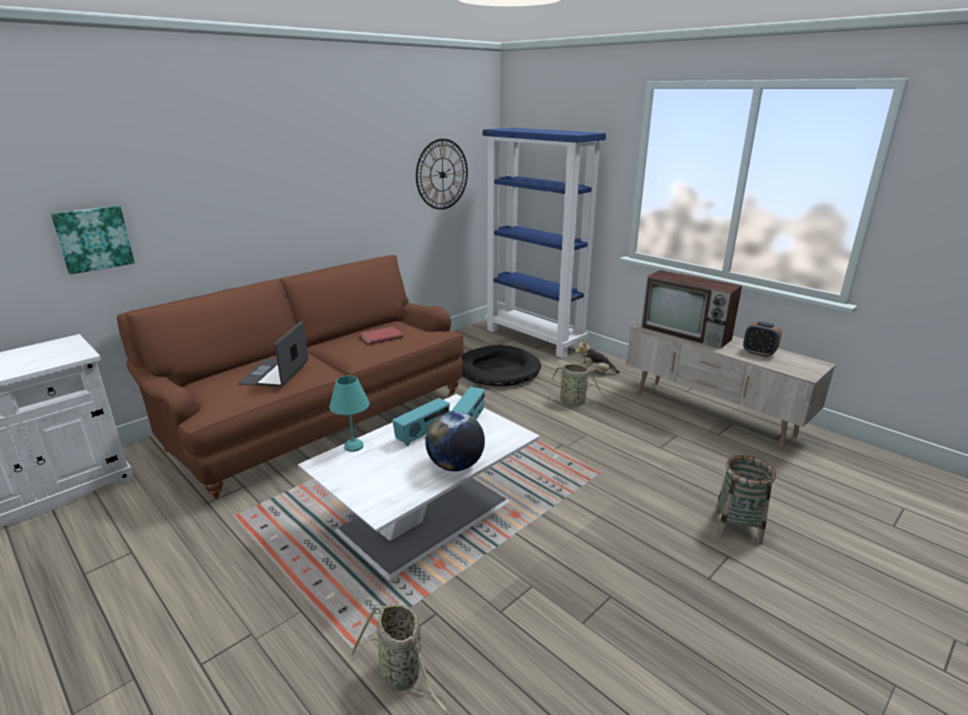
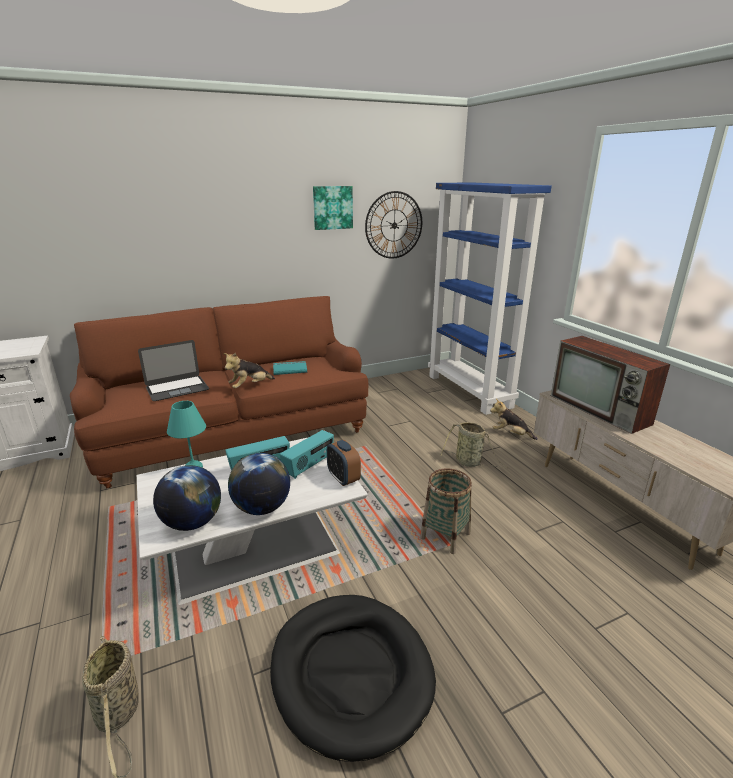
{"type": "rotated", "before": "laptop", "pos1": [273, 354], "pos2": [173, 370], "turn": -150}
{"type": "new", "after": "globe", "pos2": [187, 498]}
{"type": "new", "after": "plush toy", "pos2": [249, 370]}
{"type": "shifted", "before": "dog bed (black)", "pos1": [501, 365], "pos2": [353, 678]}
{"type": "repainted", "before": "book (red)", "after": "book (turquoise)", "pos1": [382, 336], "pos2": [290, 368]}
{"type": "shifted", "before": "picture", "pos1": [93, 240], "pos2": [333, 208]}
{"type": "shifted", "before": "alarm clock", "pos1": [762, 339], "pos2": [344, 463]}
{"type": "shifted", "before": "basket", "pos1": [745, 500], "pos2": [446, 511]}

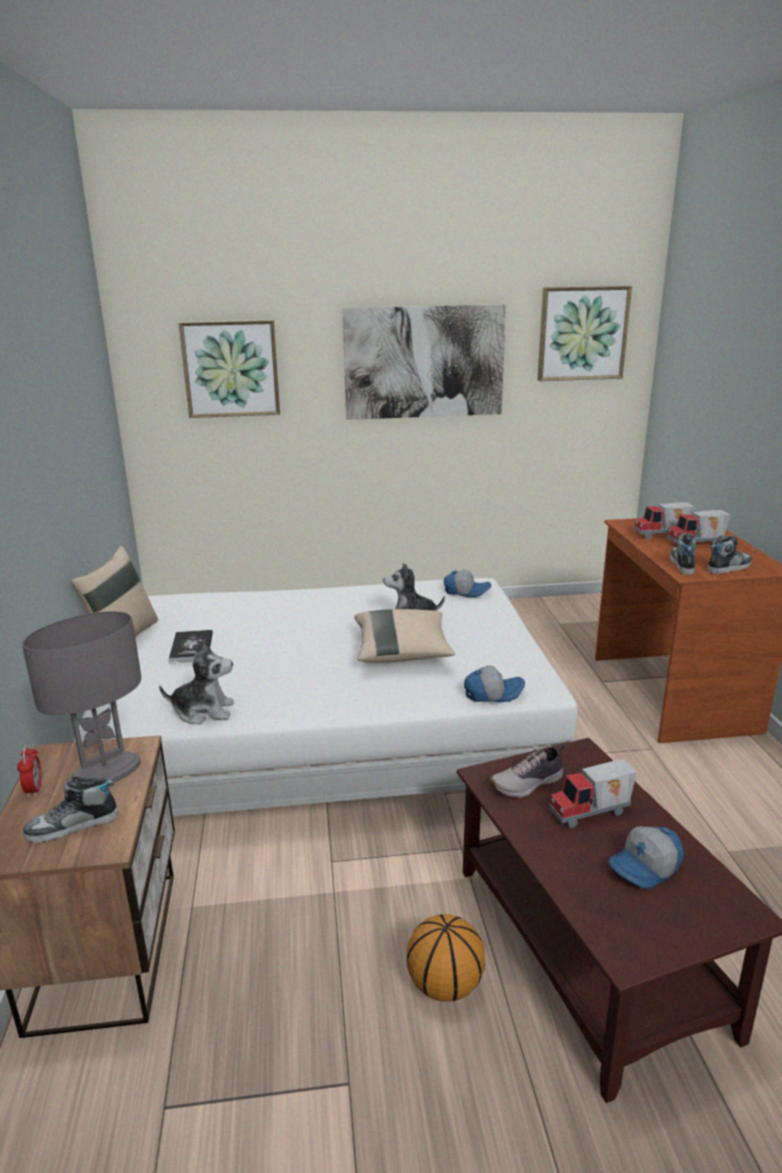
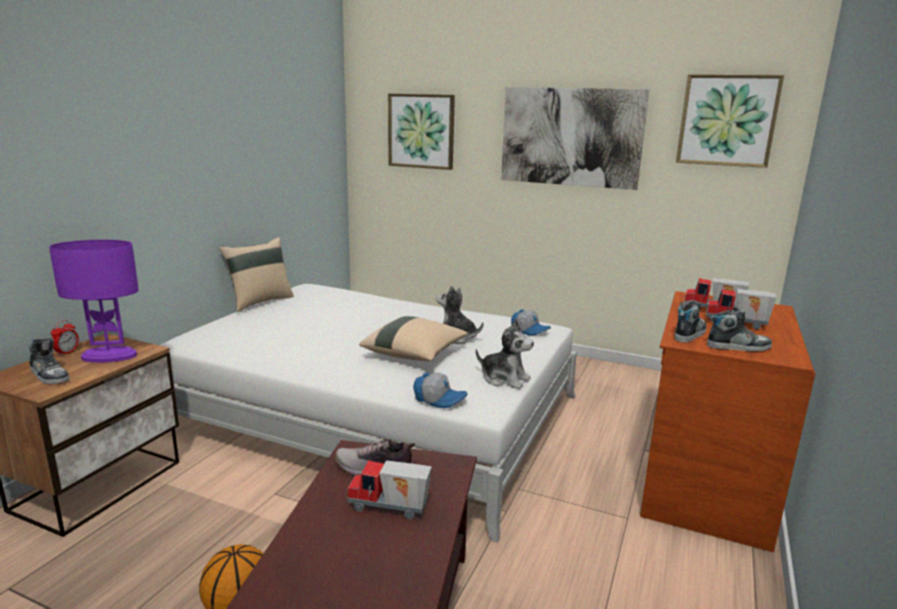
{"type": "rotated", "before": "shoe", "pos1": [70, 809], "pos2": [49, 361], "turn": -150}
{"type": "repainted", "before": "table lamp (grey)", "after": "table lamp (purple)", "pos1": [81, 697], "pos2": [93, 301]}
{"type": "shifted", "before": "plush toy", "pos1": [196, 681], "pos2": [505, 354]}
{"type": "gone", "before": "book", "pos1": [191, 646]}
{"type": "gone", "before": "cap", "pos1": [646, 857]}

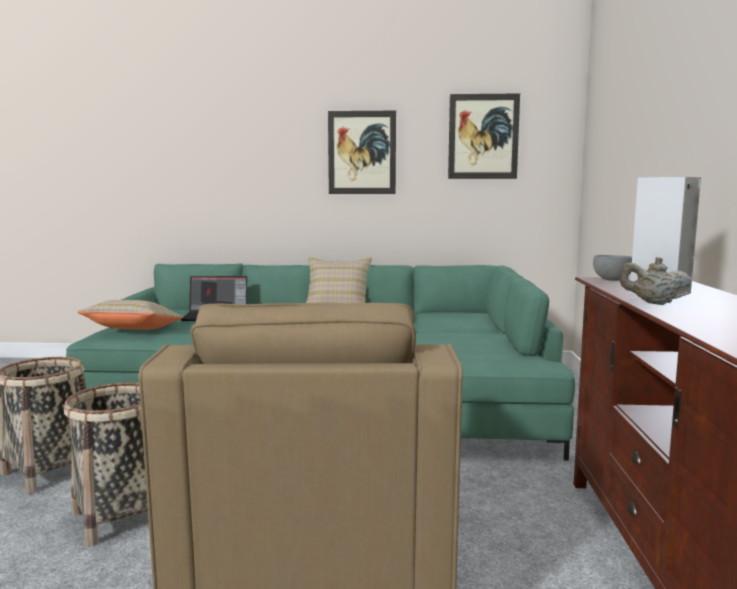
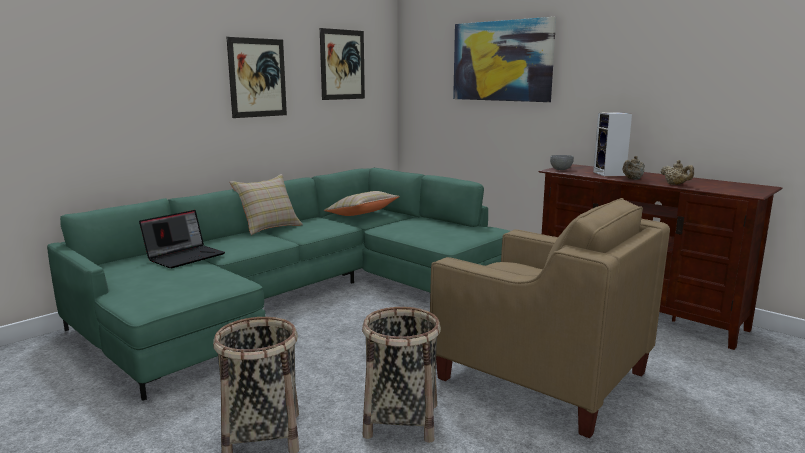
{"type": "shifted", "before": "pillow (beige)", "pos1": [130, 315], "pos2": [362, 203]}
{"type": "new", "after": "picture", "pos2": [504, 59]}
{"type": "new", "after": "teapot (beige)", "pos2": [677, 172]}

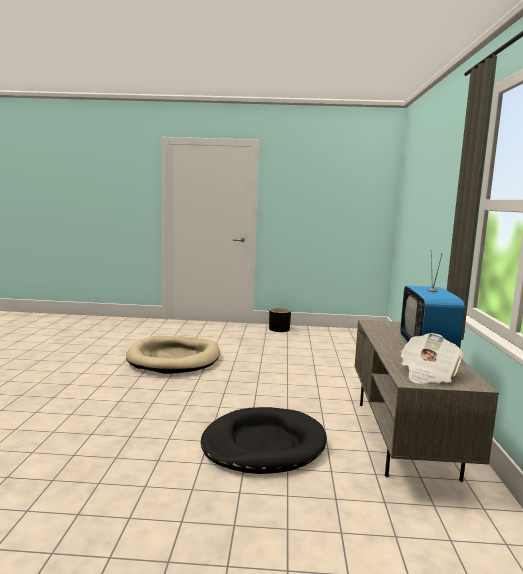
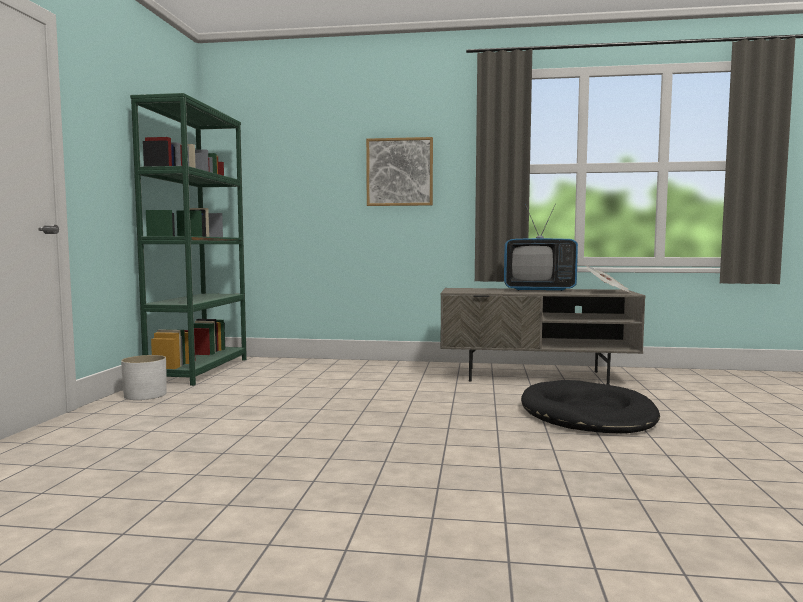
{"type": "repainted", "before": "planter (black)", "after": "planter (white)", "pos1": [280, 320], "pos2": [144, 377]}
{"type": "new", "after": "bookcase (green)", "pos2": [188, 239]}
{"type": "new", "after": "picture", "pos2": [399, 171]}
{"type": "gone", "before": "dog bed (beige)", "pos1": [173, 355]}

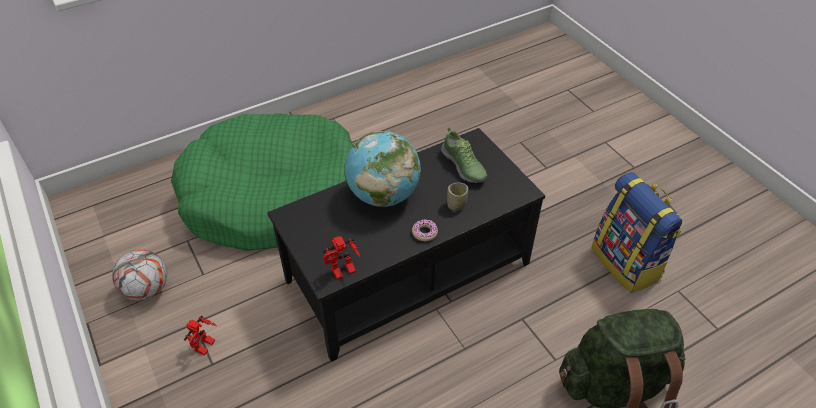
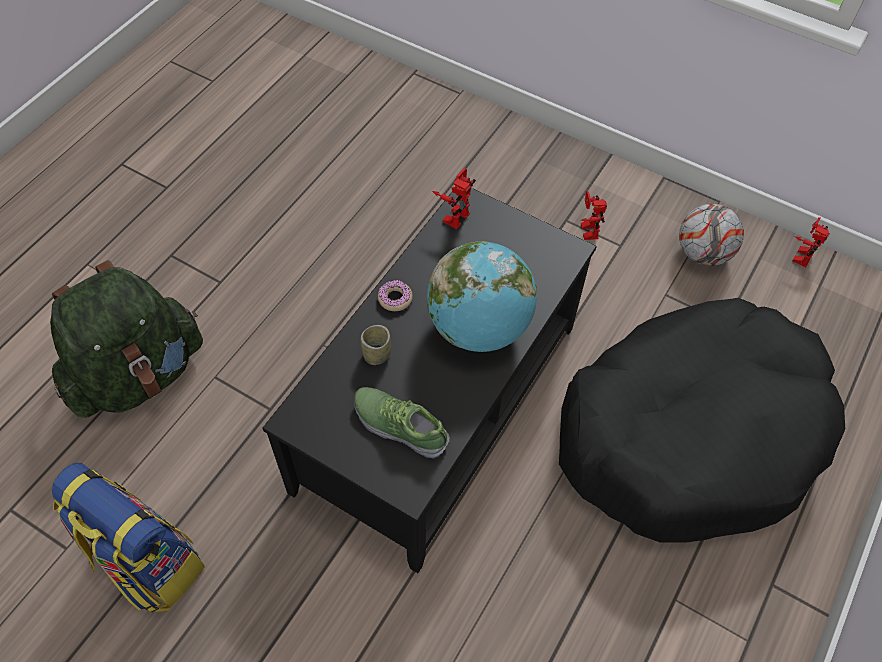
{"type": "repainted", "before": "dog bed (green)", "after": "dog bed (black)", "pos1": [262, 182], "pos2": [702, 420]}
{"type": "new", "after": "toy robot", "pos2": [811, 242]}

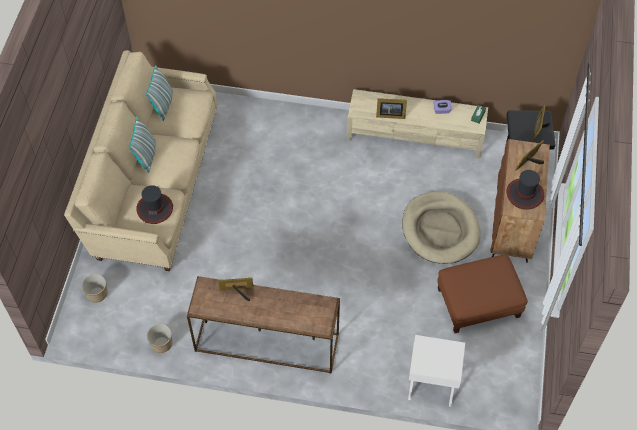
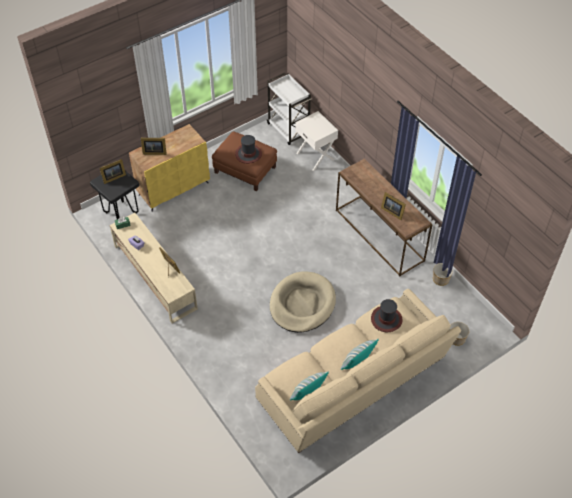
{"type": "repainted", "before": "cabinet (brown)", "after": "cabinet (yellow)", "pos1": [520, 201], "pos2": [169, 168]}
{"type": "shifted", "before": "hat", "pos1": [525, 190], "pos2": [248, 149]}
{"type": "new", "after": "cart (white)", "pos2": [289, 109]}
{"type": "shifted", "before": "dog bed (beige)", "pos1": [441, 227], "pos2": [303, 302]}

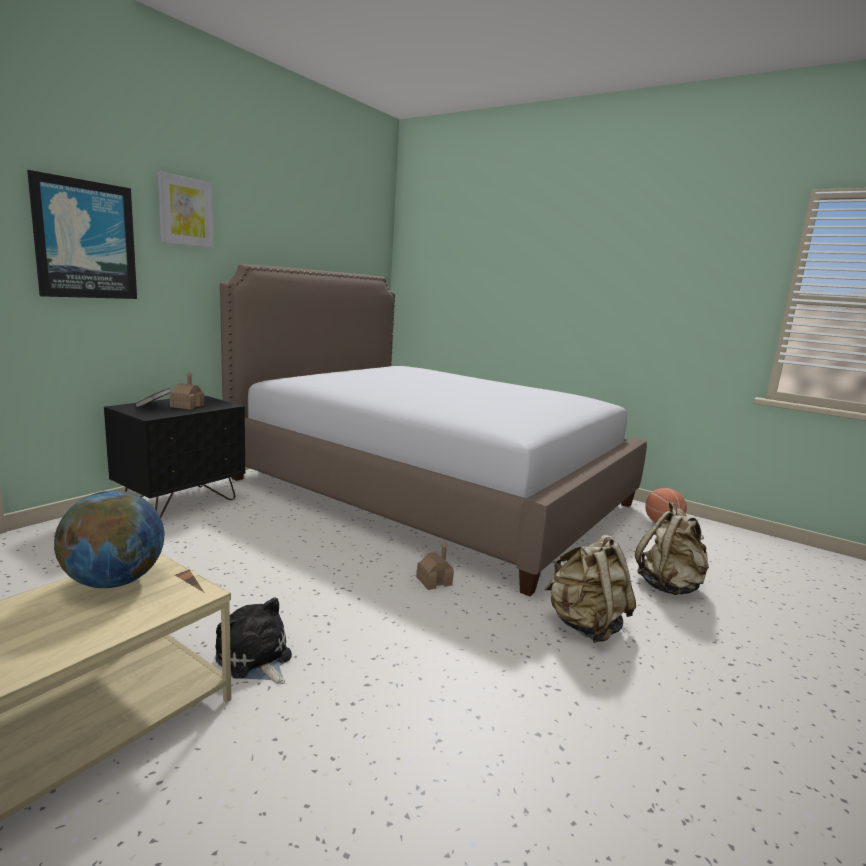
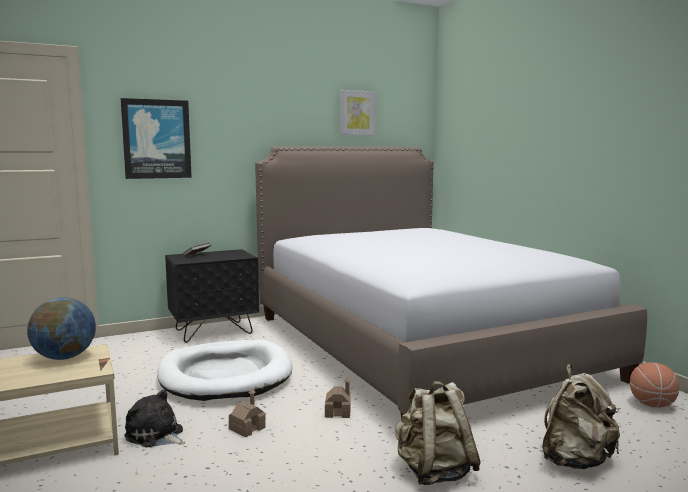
{"type": "rotated", "before": "plush toy", "pos1": [253, 640], "pos2": [155, 418], "turn": -45}
{"type": "new", "after": "dog bed (white)", "pos2": [225, 370]}
{"type": "shifted", "before": "toy house", "pos1": [187, 391], "pos2": [247, 412]}
{"type": "shifted", "before": "picture", "pos1": [186, 210], "pos2": [357, 112]}

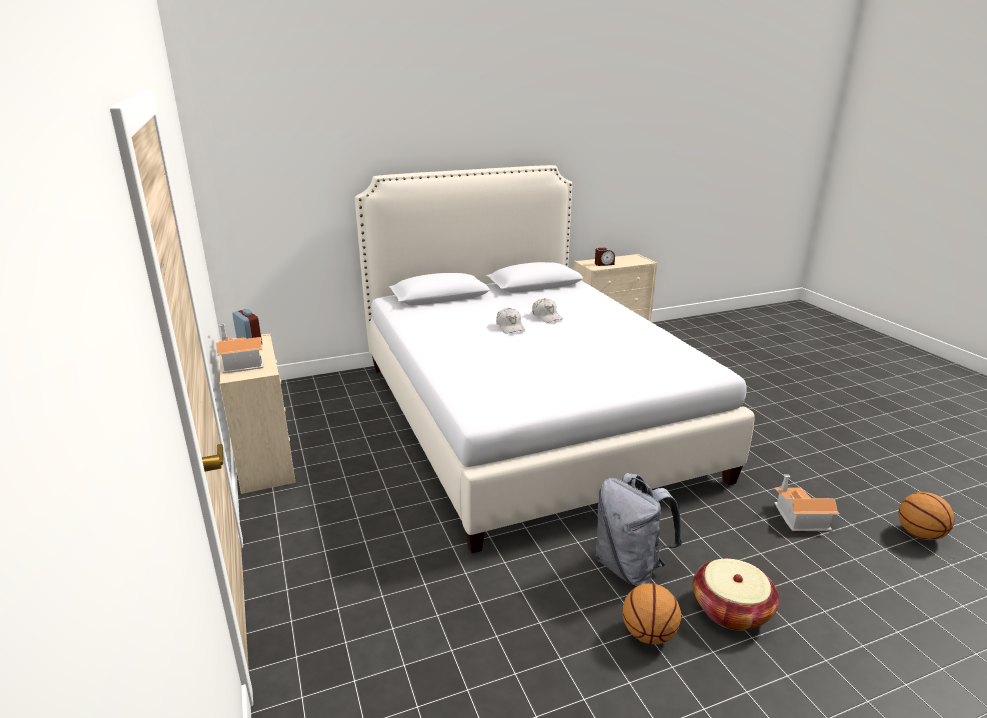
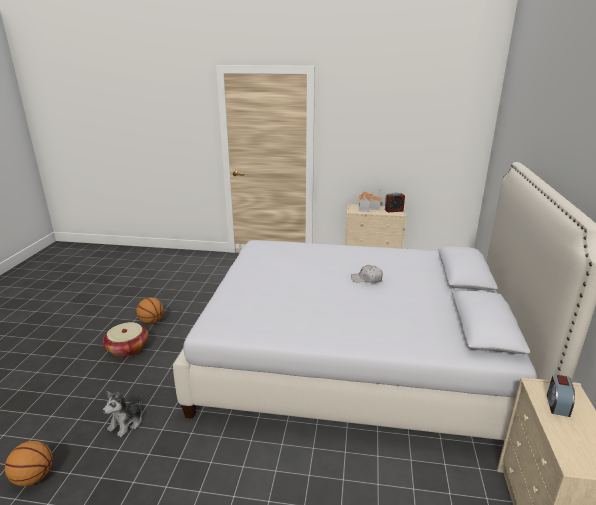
{"type": "swapped", "before": "toy house", "after": "plush toy", "pos1": [806, 502], "pos2": [122, 414]}
{"type": "gone", "before": "cap (white)", "pos1": [547, 310]}
{"type": "gone", "before": "backpack (grey)", "pos1": [638, 530]}

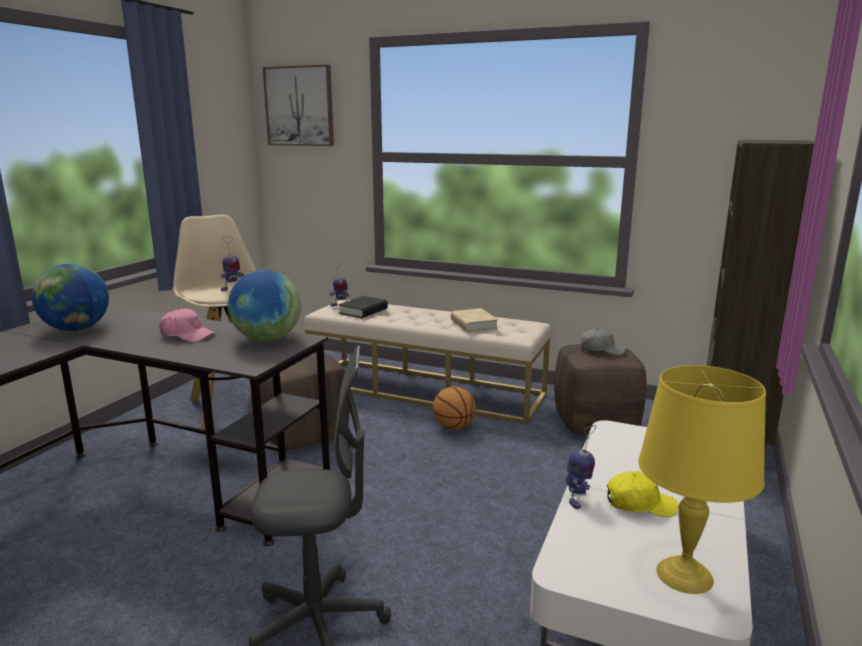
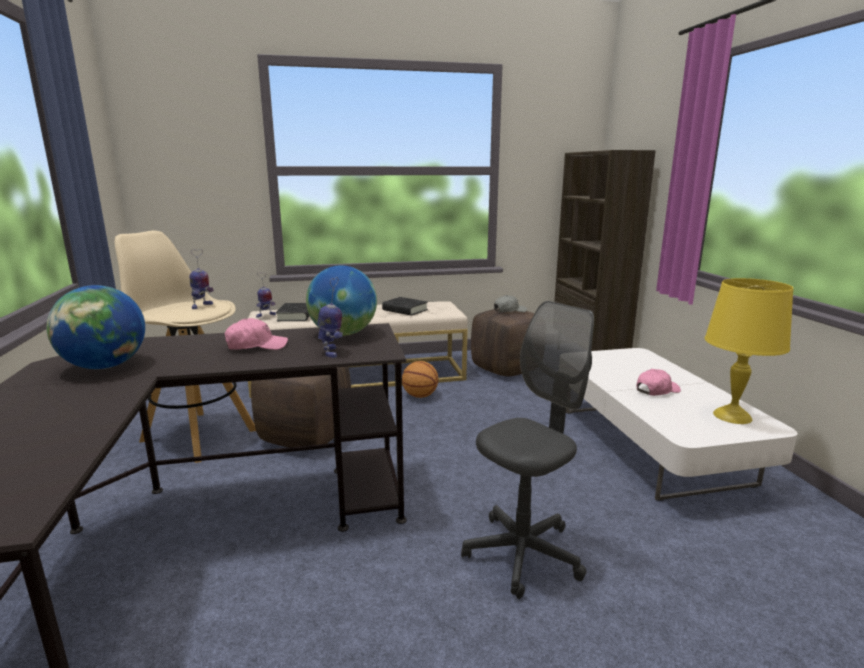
{"type": "shifted", "before": "toy robot", "pos1": [580, 467], "pos2": [330, 317]}
{"type": "repainted", "before": "book (beige)", "after": "book (black)", "pos1": [474, 320], "pos2": [405, 306]}
{"type": "repainted", "before": "cap (yellow)", "after": "cap (pink)", "pos1": [642, 494], "pos2": [658, 382]}
{"type": "gone", "before": "picture", "pos1": [298, 105]}

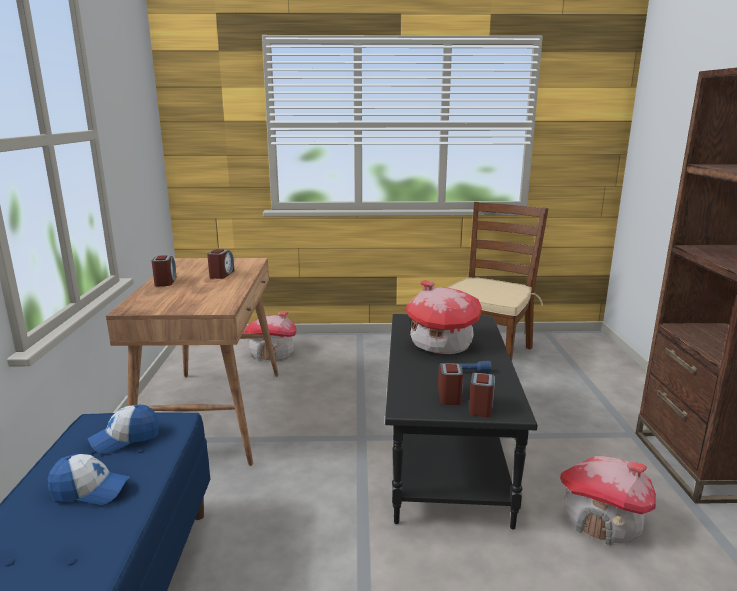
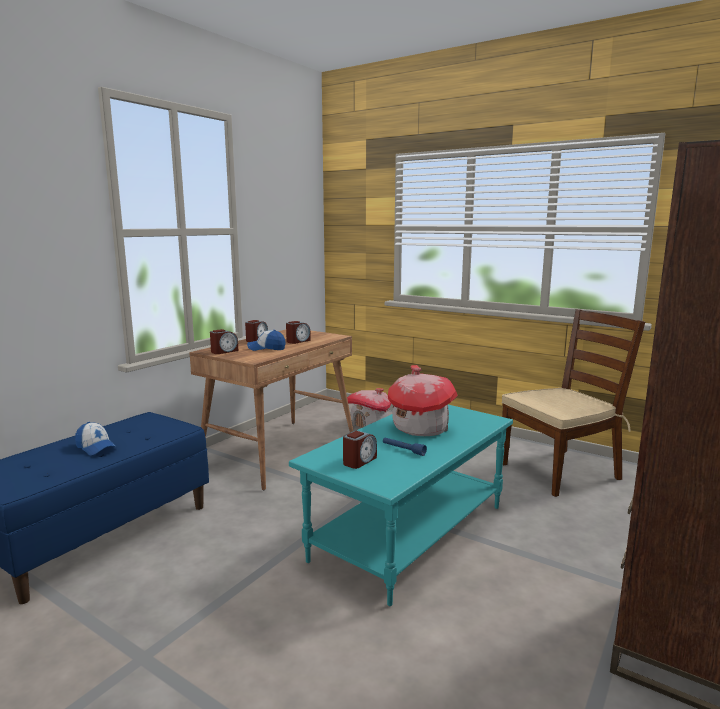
{"type": "shifted", "before": "alarm clock", "pos1": [482, 394], "pos2": [224, 341]}
{"type": "shifted", "before": "cap", "pos1": [123, 429], "pos2": [266, 340]}
{"type": "repainted", "before": "coffee table (black)", "after": "coffee table (turquoise)", "pos1": [461, 421], "pos2": [401, 505]}
{"type": "gone", "before": "toy house", "pos1": [608, 500]}

